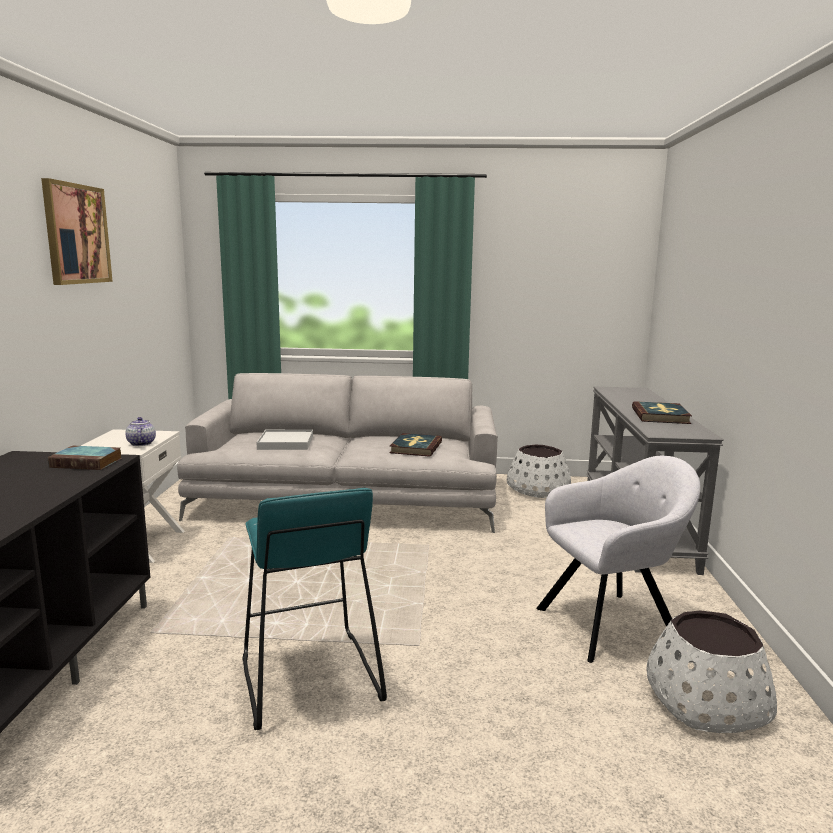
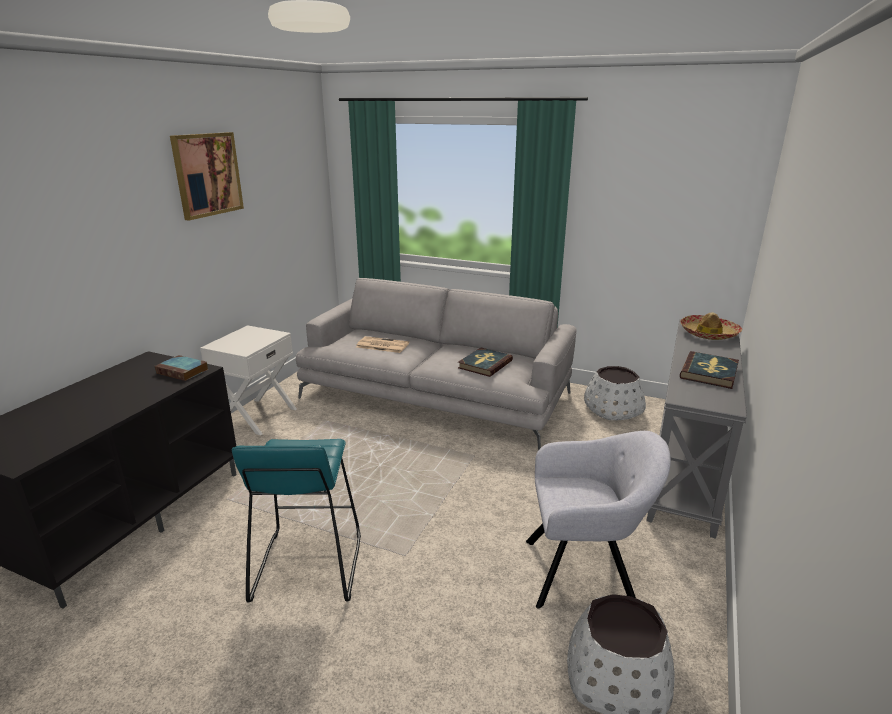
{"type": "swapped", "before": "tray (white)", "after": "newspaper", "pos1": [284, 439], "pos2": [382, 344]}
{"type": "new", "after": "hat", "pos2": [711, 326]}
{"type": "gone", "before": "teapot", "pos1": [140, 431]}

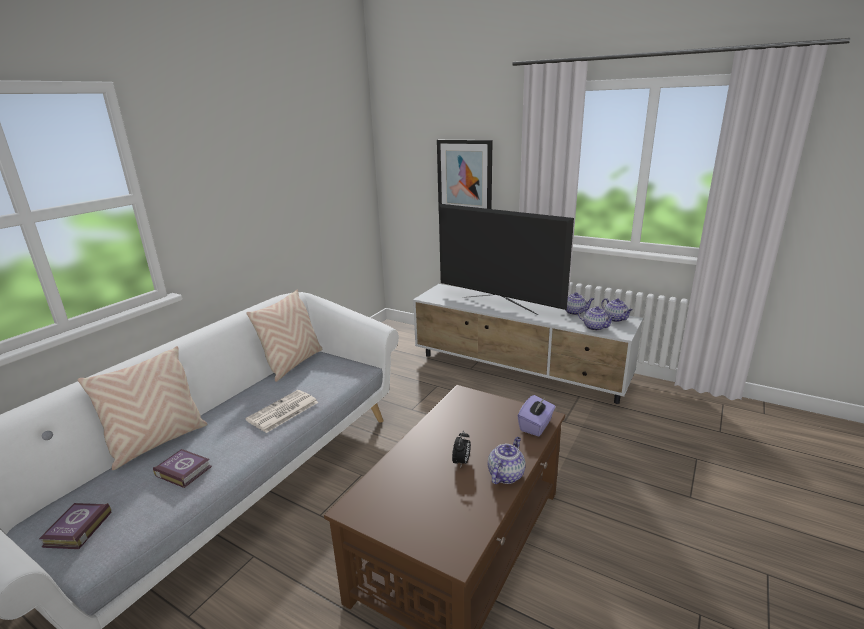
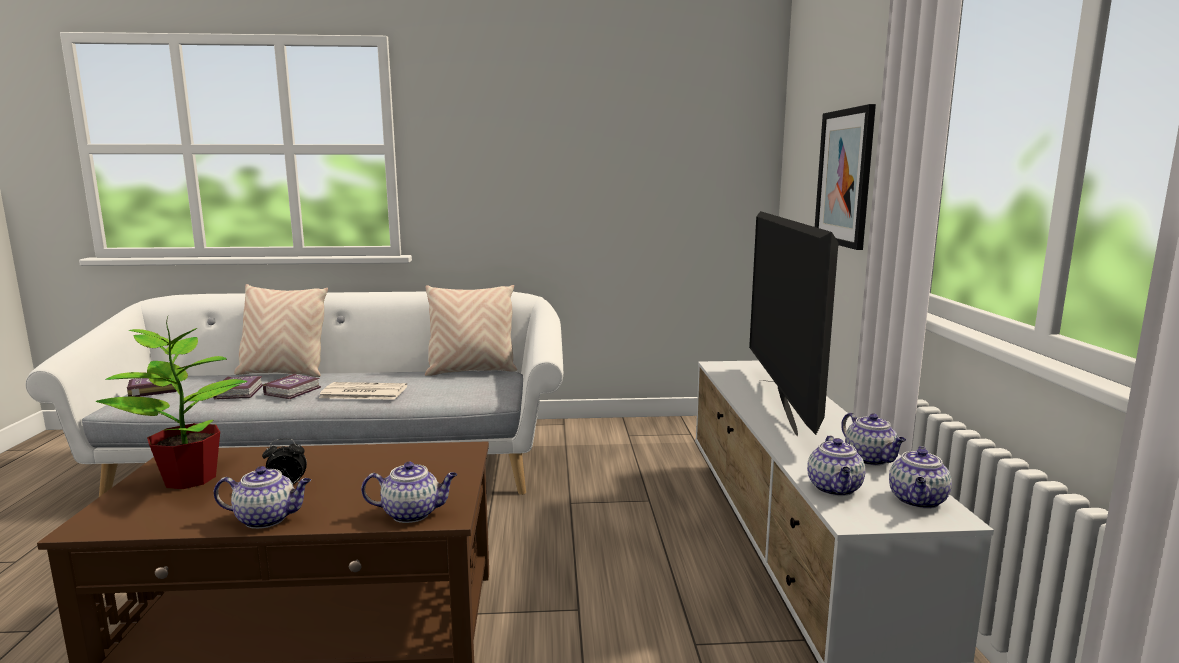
{"type": "new", "after": "potted plant", "pos2": [172, 402]}
{"type": "new", "after": "book", "pos2": [292, 386]}
{"type": "swapped", "before": "tissue box (purple)", "after": "teapot", "pos1": [537, 416], "pos2": [409, 492]}

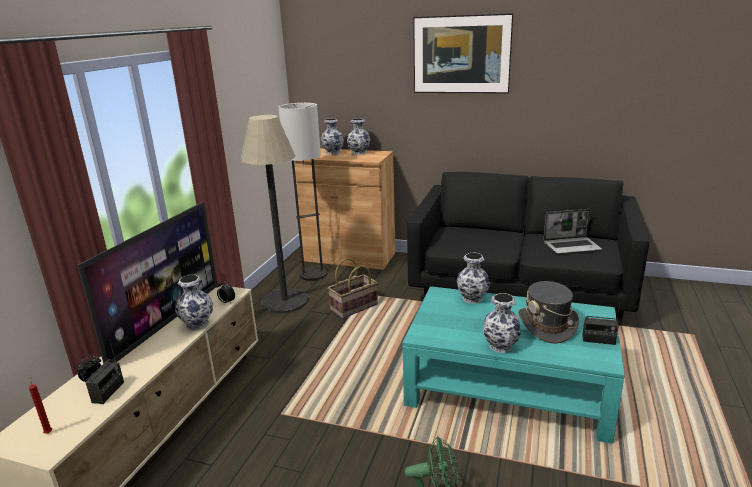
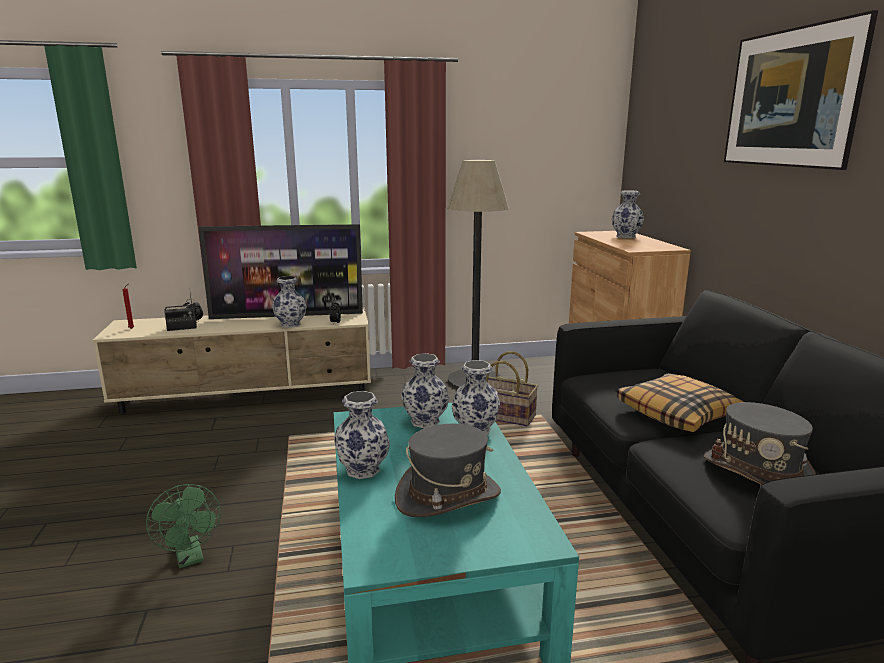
{"type": "shifted", "before": "vase", "pos1": [358, 136], "pos2": [425, 390]}
{"type": "new", "after": "pillow", "pos2": [680, 402]}
{"type": "swapped", "before": "laptop", "after": "hat (grey)", "pos1": [572, 231], "pos2": [760, 443]}
{"type": "gone", "before": "floor lamp", "pos1": [302, 192]}
{"type": "gone", "before": "radio", "pos1": [601, 324]}

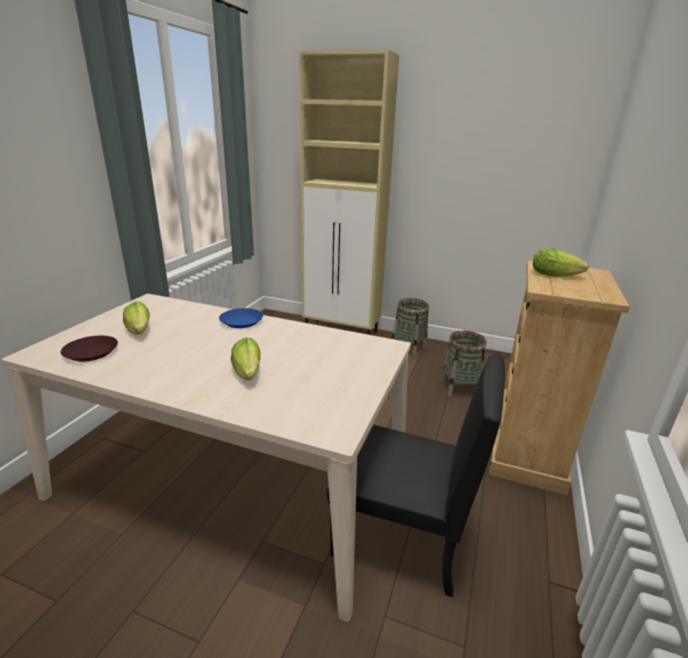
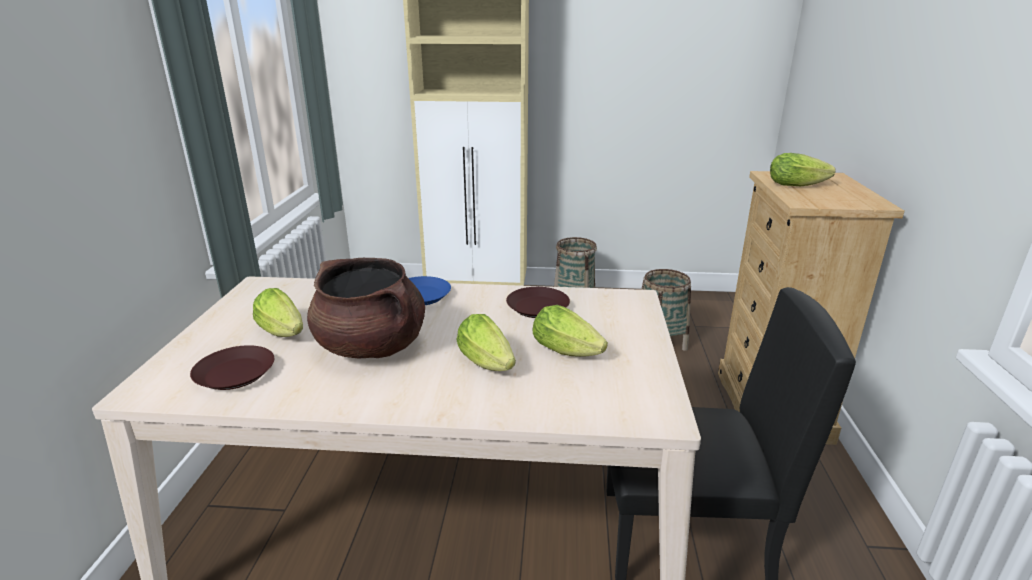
{"type": "new", "after": "cooking pot (brown)", "pos2": [366, 308]}
{"type": "new", "after": "plate (brown)", "pos2": [538, 302]}
{"type": "new", "after": "lettuce", "pos2": [570, 331]}

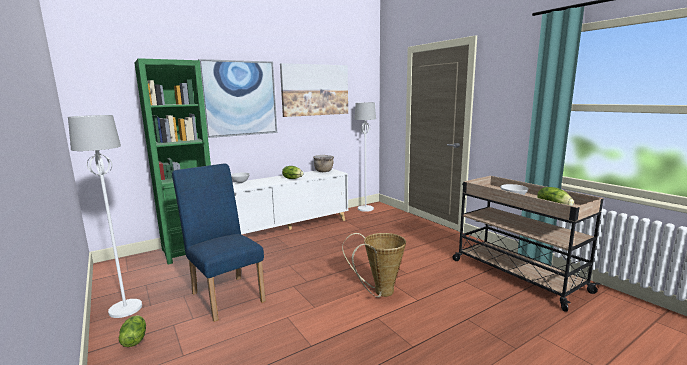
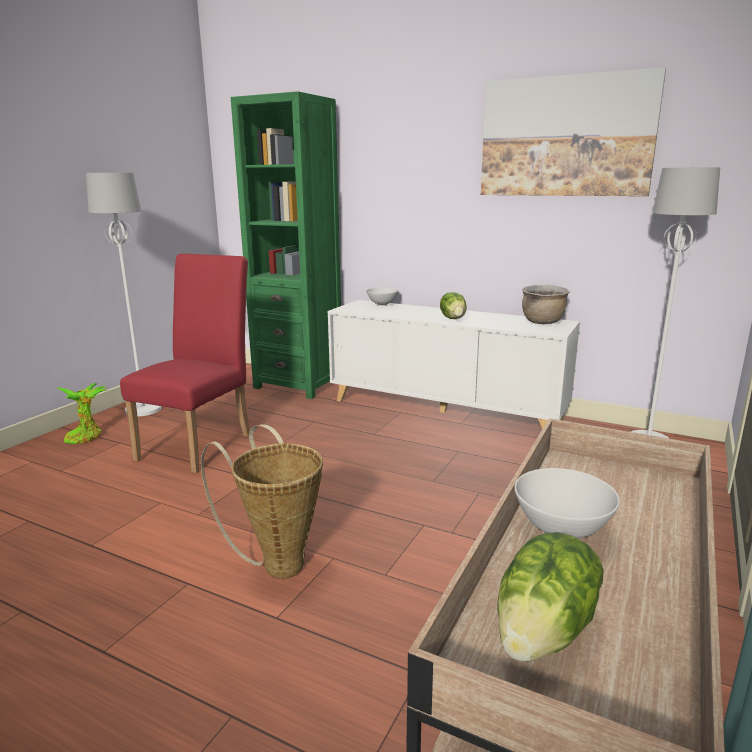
{"type": "swapped", "before": "lettuce", "after": "potted plant", "pos1": [132, 331], "pos2": [83, 413]}
{"type": "repainted", "before": "chair (blue)", "after": "chair (red)", "pos1": [219, 242], "pos2": [185, 363]}
{"type": "gone", "before": "picture", "pos1": [237, 98]}

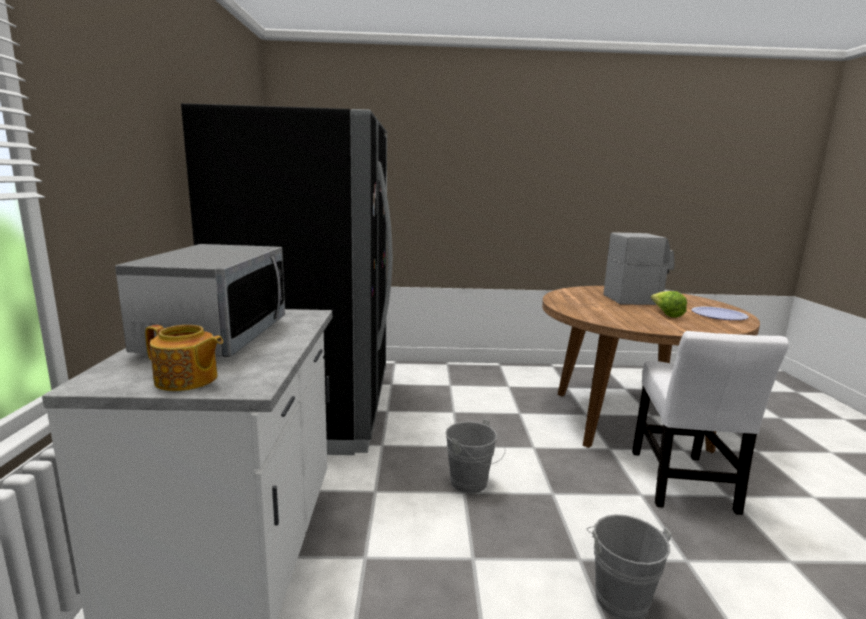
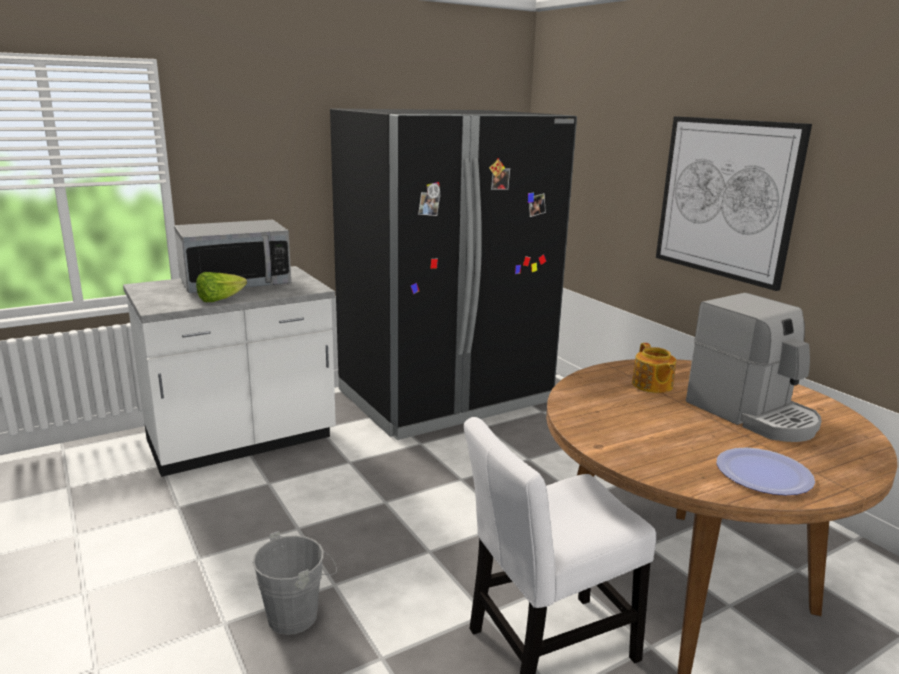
{"type": "shifted", "before": "lettuce", "pos1": [669, 304], "pos2": [221, 287]}
{"type": "shifted", "before": "teapot", "pos1": [184, 358], "pos2": [654, 368]}
{"type": "new", "after": "picture", "pos2": [734, 203]}
{"type": "gone", "before": "bucket (grey)", "pos1": [475, 456]}

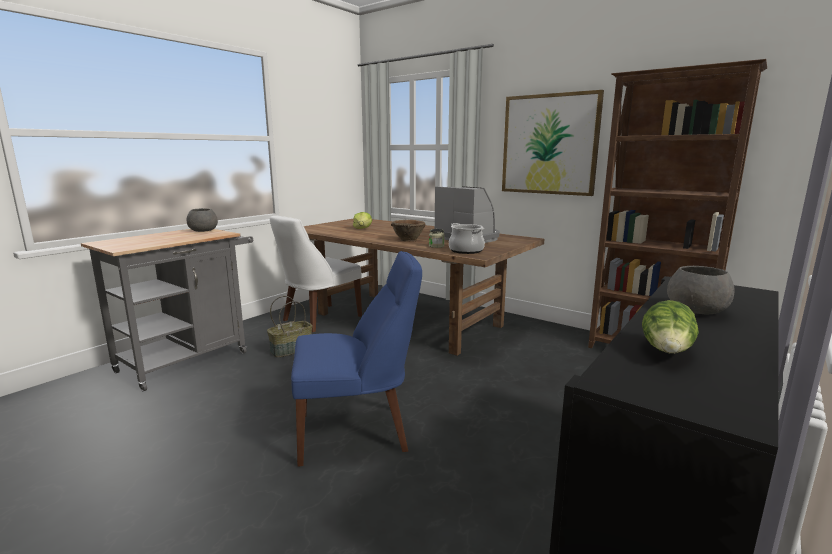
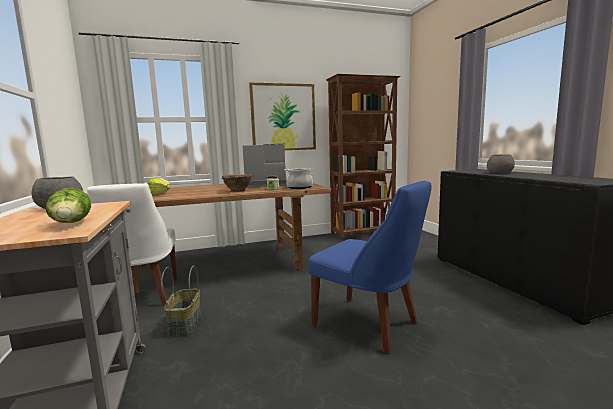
{"type": "shifted", "before": "lettuce", "pos1": [670, 327], "pos2": [68, 205]}
{"type": "rotated", "before": "chair (blue)", "pos1": [356, 358], "pos2": [370, 267], "turn": 105}

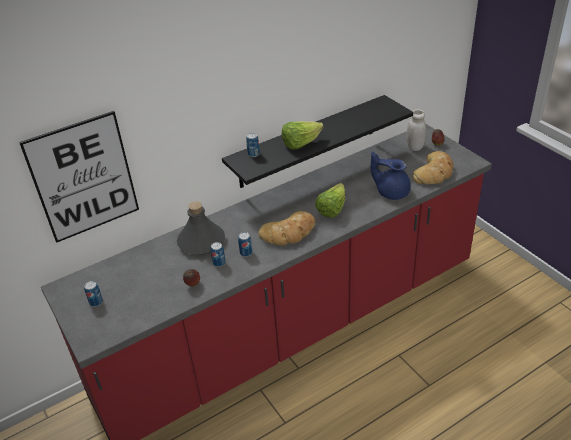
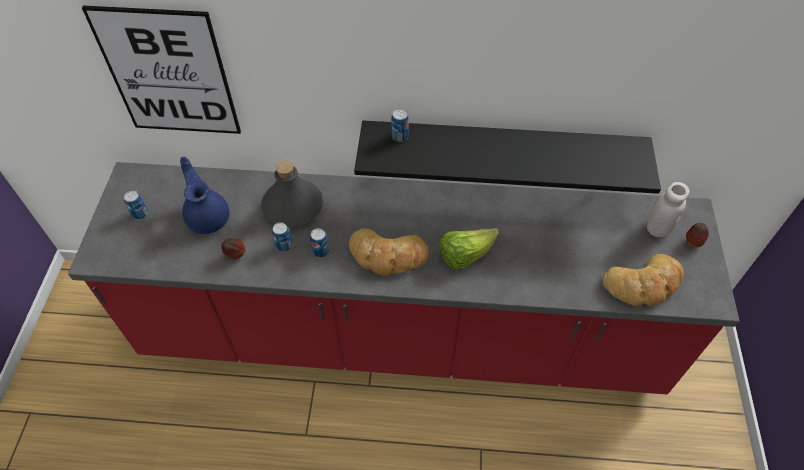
{"type": "shifted", "before": "teapot (blue)", "pos1": [391, 175], "pos2": [205, 195]}
{"type": "gone", "before": "lettuce", "pos1": [303, 135]}

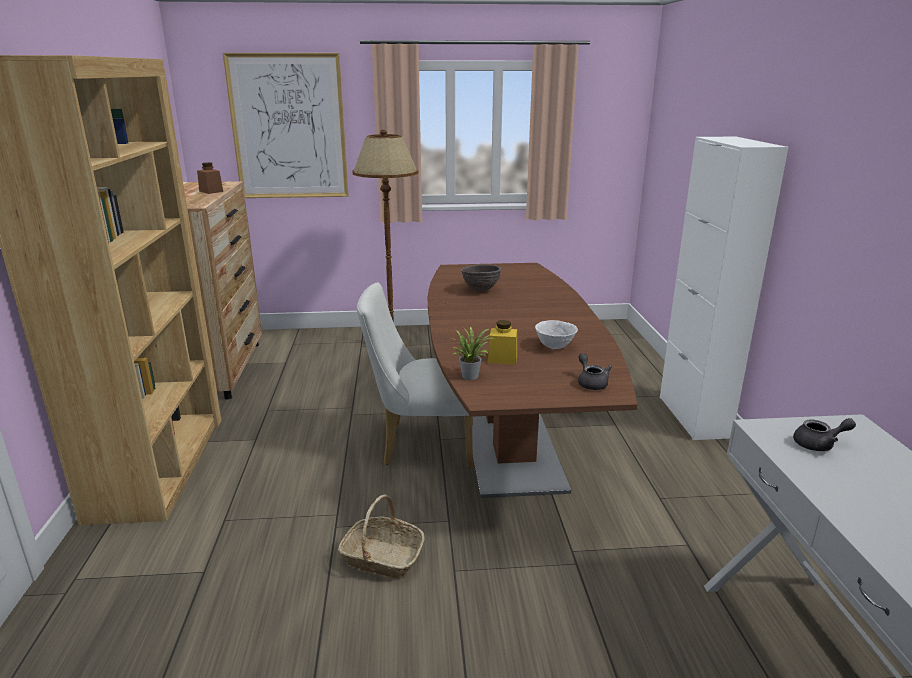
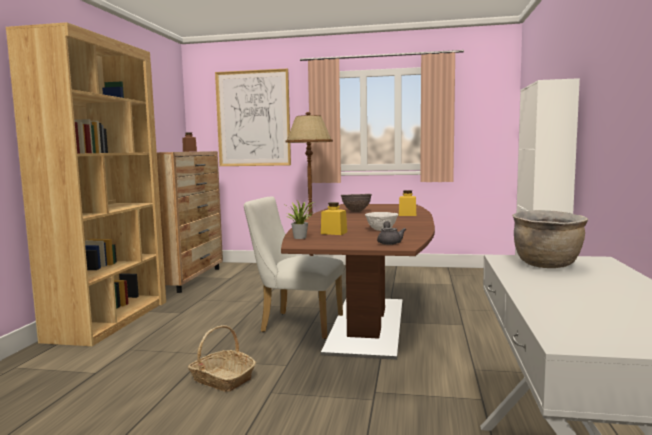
{"type": "new", "after": "jar (yellow)", "pos2": [407, 203]}
{"type": "swapped", "before": "teapot (grey)", "after": "cooking pot (brown)", "pos1": [824, 434], "pos2": [550, 239]}

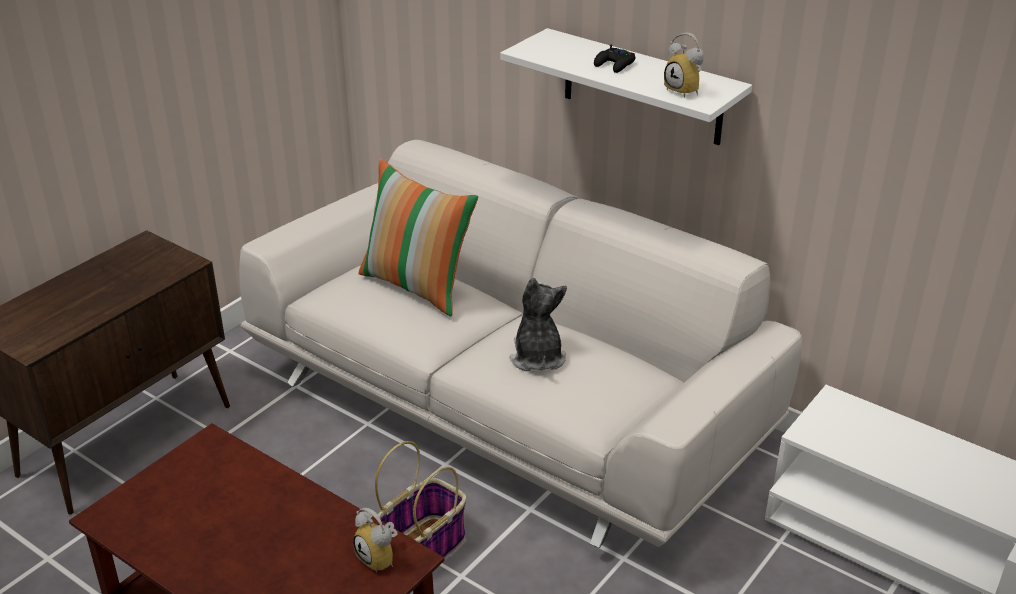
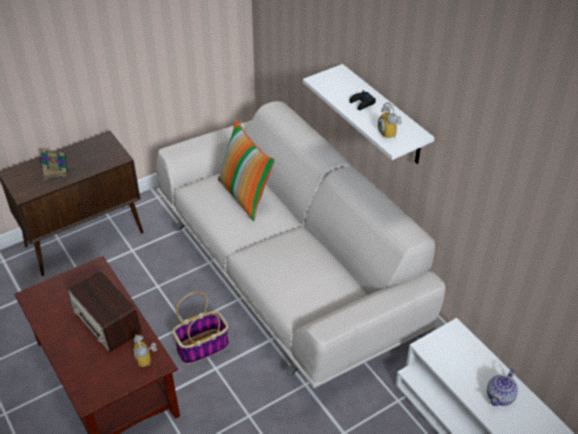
{"type": "new", "after": "book", "pos2": [54, 164]}
{"type": "new", "after": "radio", "pos2": [105, 311]}
{"type": "new", "after": "teapot", "pos2": [502, 387]}
{"type": "gone", "before": "plush toy", "pos1": [538, 324]}

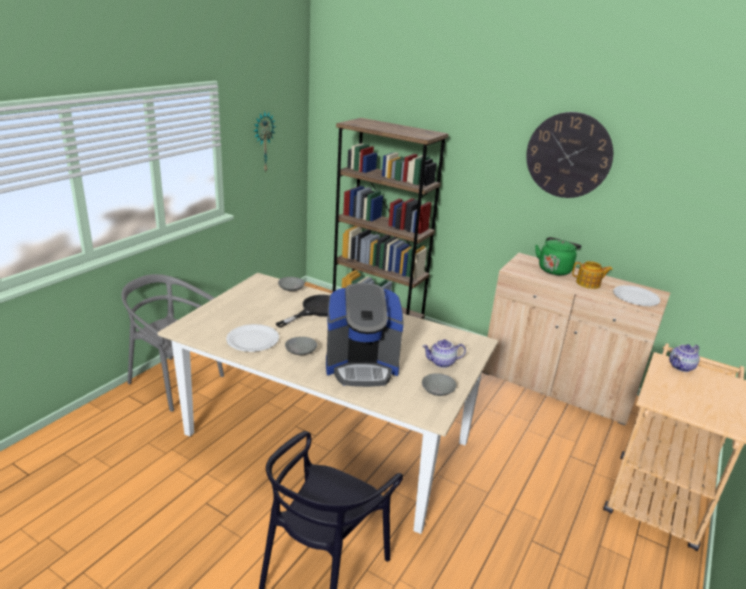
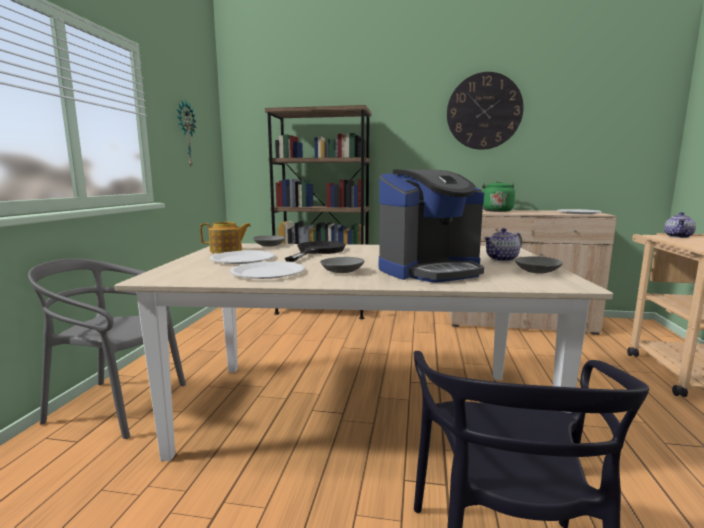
{"type": "shifted", "before": "teapot", "pos1": [592, 275], "pos2": [225, 237]}
{"type": "new", "after": "plate (white)", "pos2": [242, 257]}

